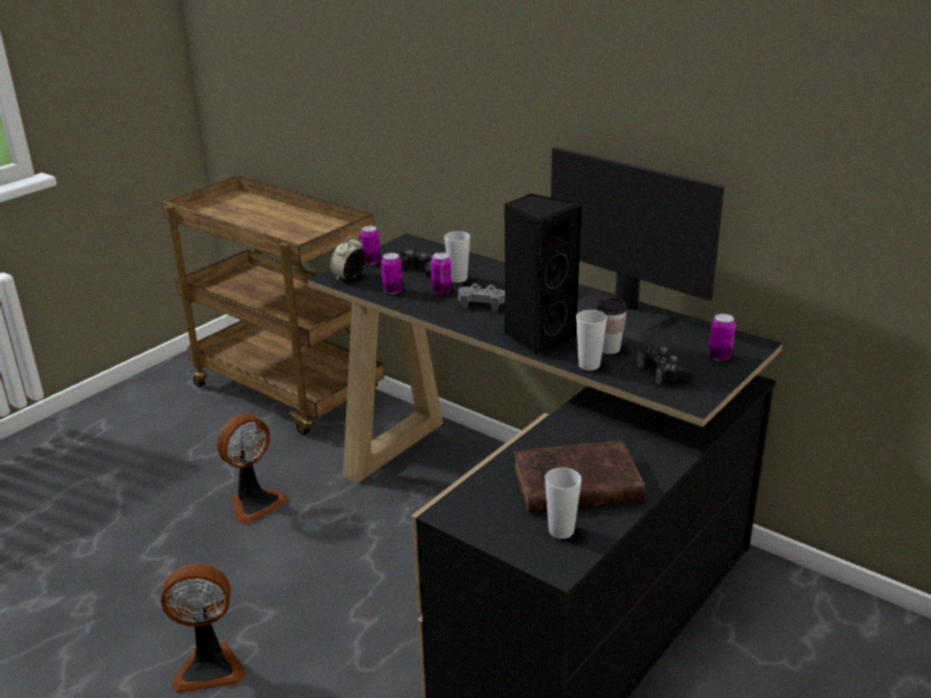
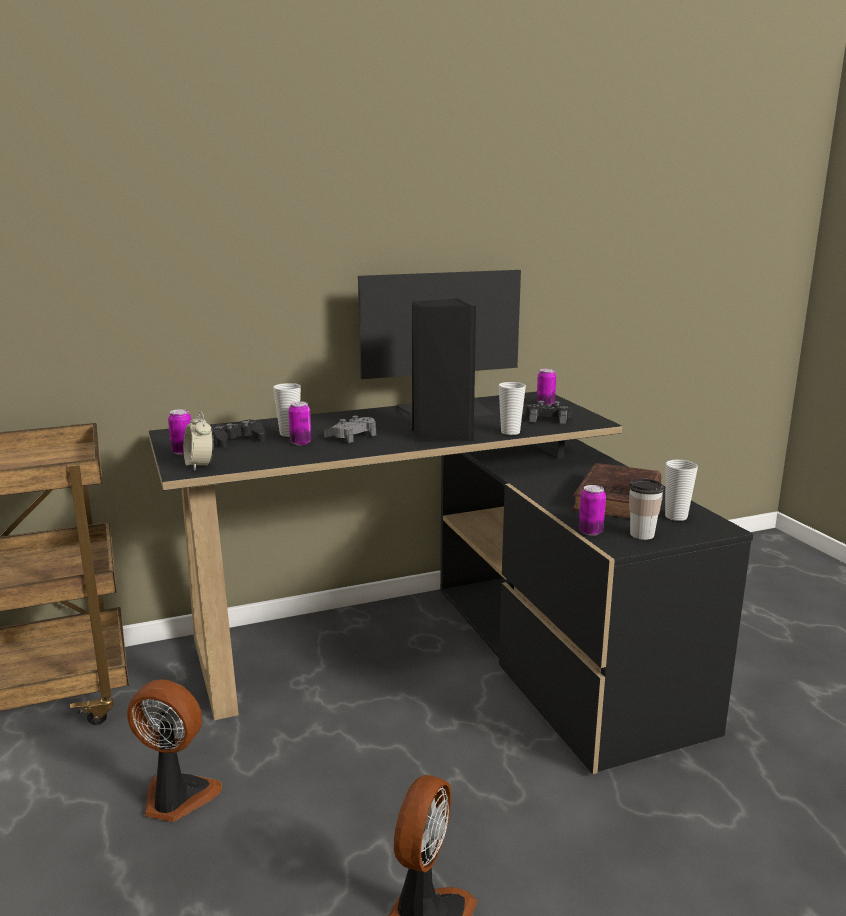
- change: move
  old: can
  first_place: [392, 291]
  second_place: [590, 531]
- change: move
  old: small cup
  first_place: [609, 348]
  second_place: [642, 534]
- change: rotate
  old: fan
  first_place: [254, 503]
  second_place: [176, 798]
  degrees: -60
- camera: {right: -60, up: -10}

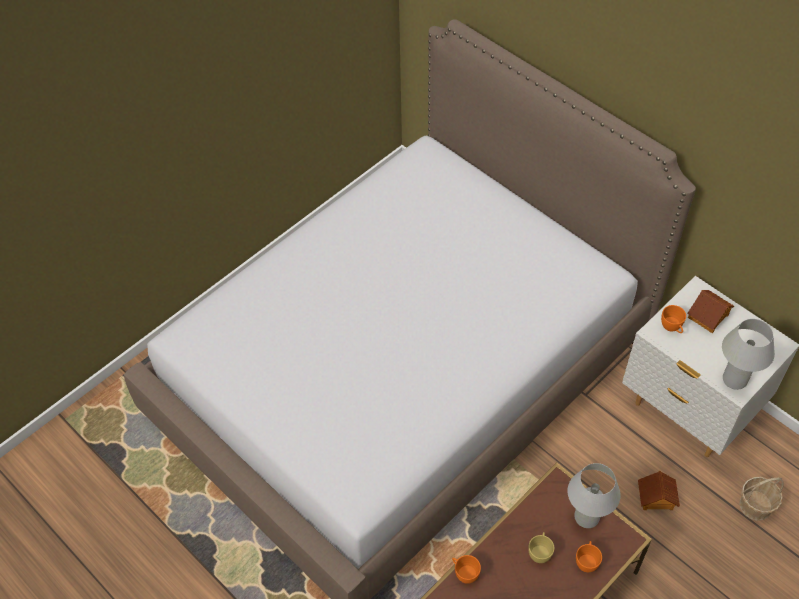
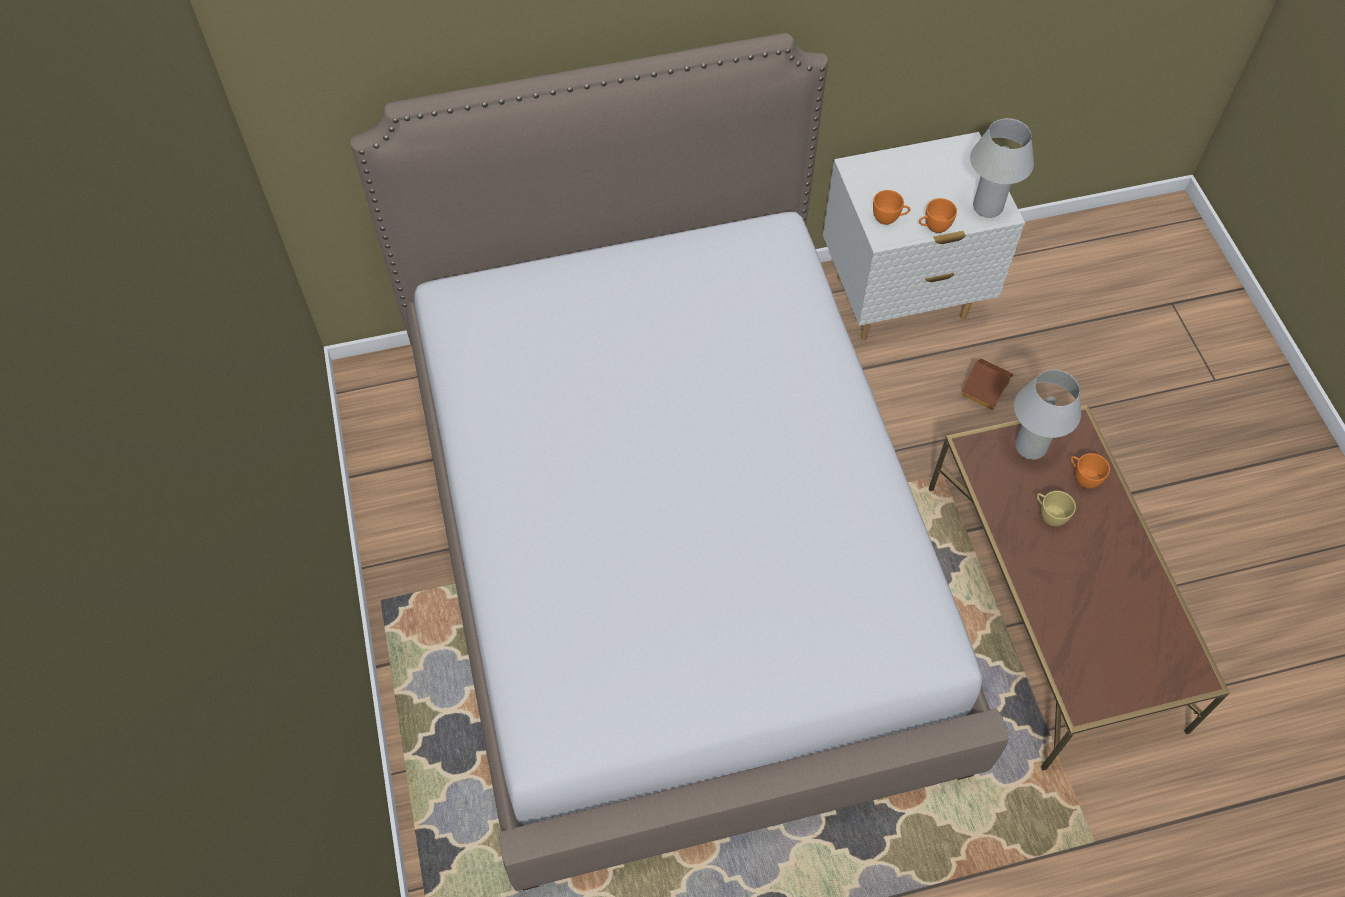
- change: delete
  old: miniature house
  first_place: [708, 316]
- change: delete
  old: household basket
  first_place: [756, 506]
- change: move
  old: orange small cup
  first_place: [464, 573]
  second_place: [933, 227]
- camera: {right: -60, up: 5}

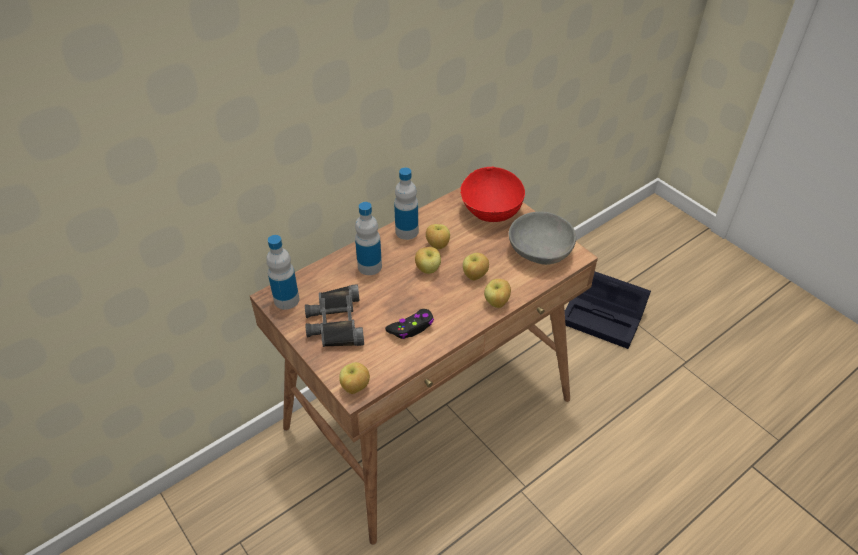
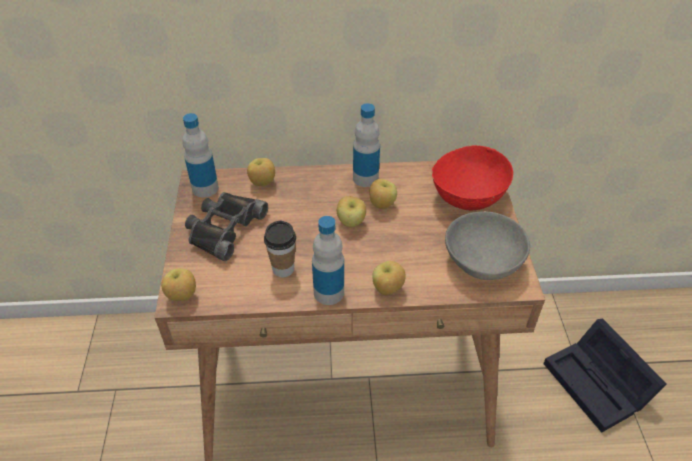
- change: move
  old: bottle
  first_place: [369, 266]
  second_place: [329, 292]
- change: move
  old: whole apple
  first_place: [475, 276]
  second_place: [262, 183]
- change: replace
  old: black-coloured joypad
  new: small cup
  first_place: [411, 328]
  second_place: [283, 269]
- camera: {right: 35, up: 0}

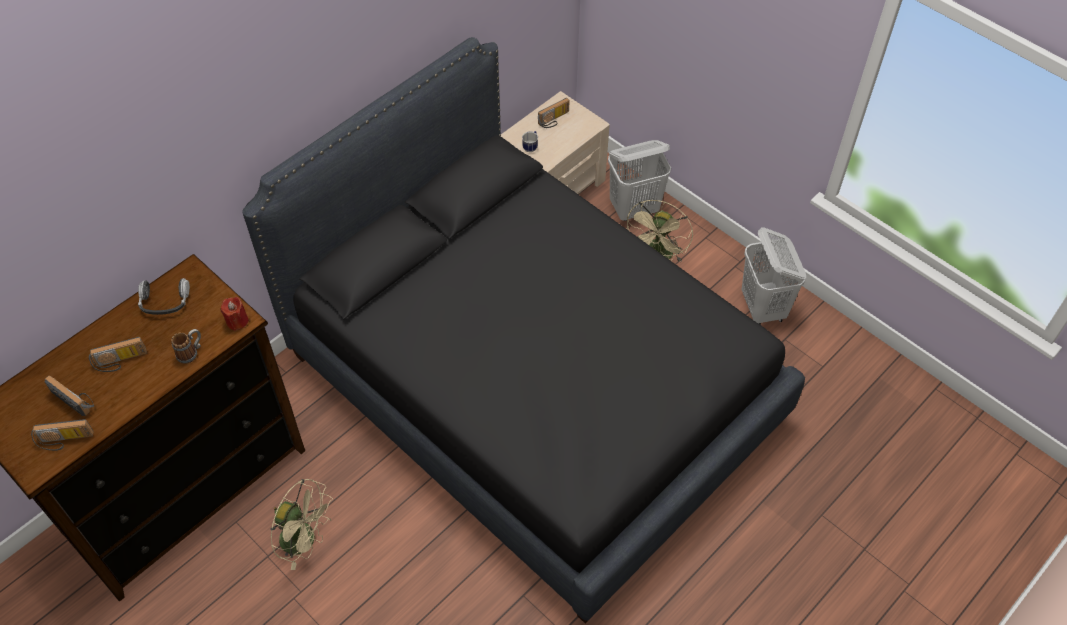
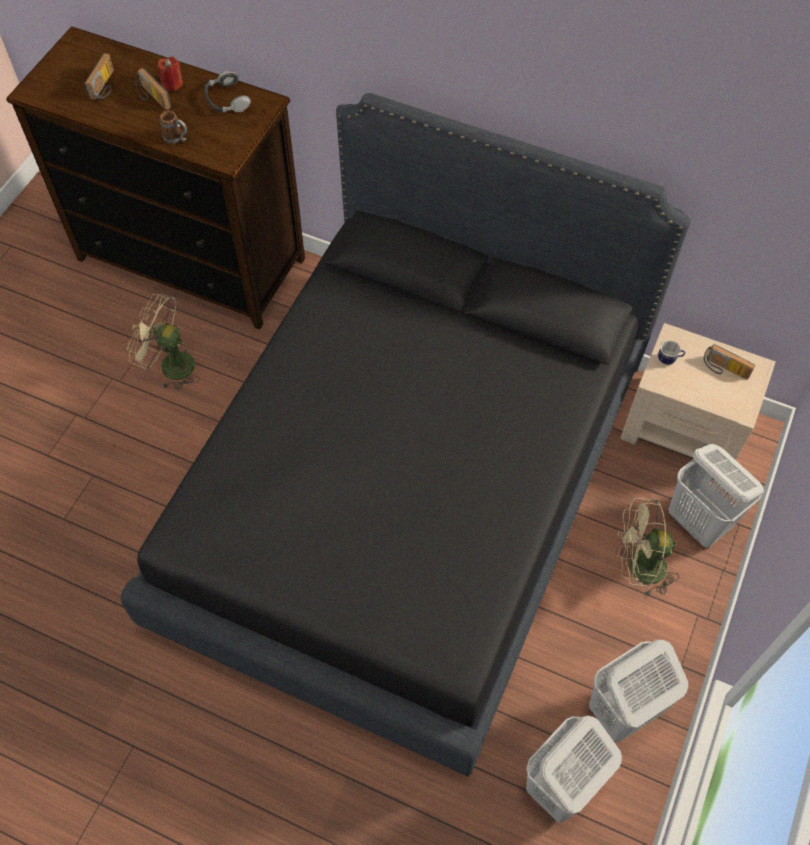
- change: delete
  old: radio set
  first_place: [64, 441]
- change: insert
  new: white-coloured washing basket
  second_place: [560, 787]
- change: move
  old: reddish candle
  first_place: [237, 321]
  second_place: [172, 83]
- change: rotate
  old: beige-coloured fan
  first_place: [305, 540]
  second_place: [169, 365]
  degrees: 105
- camera: {right: 70, up: 5}

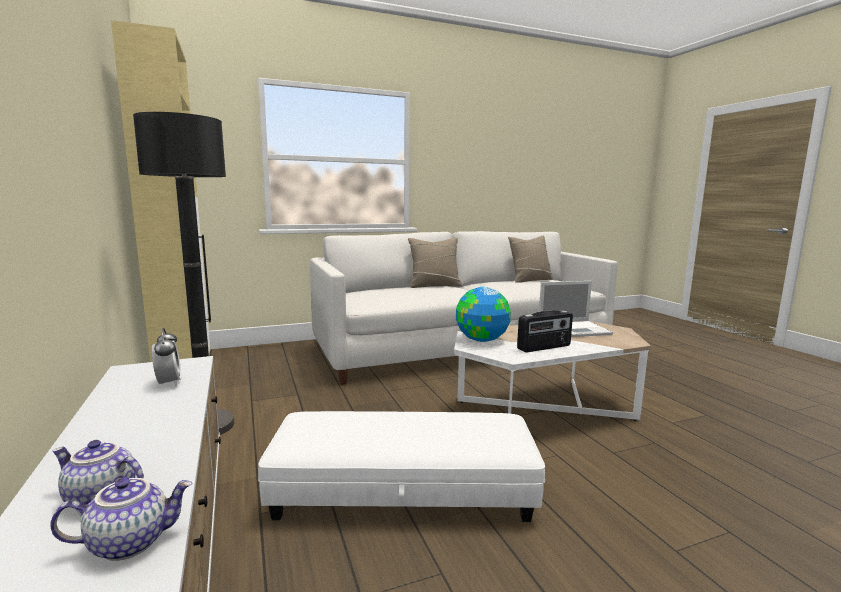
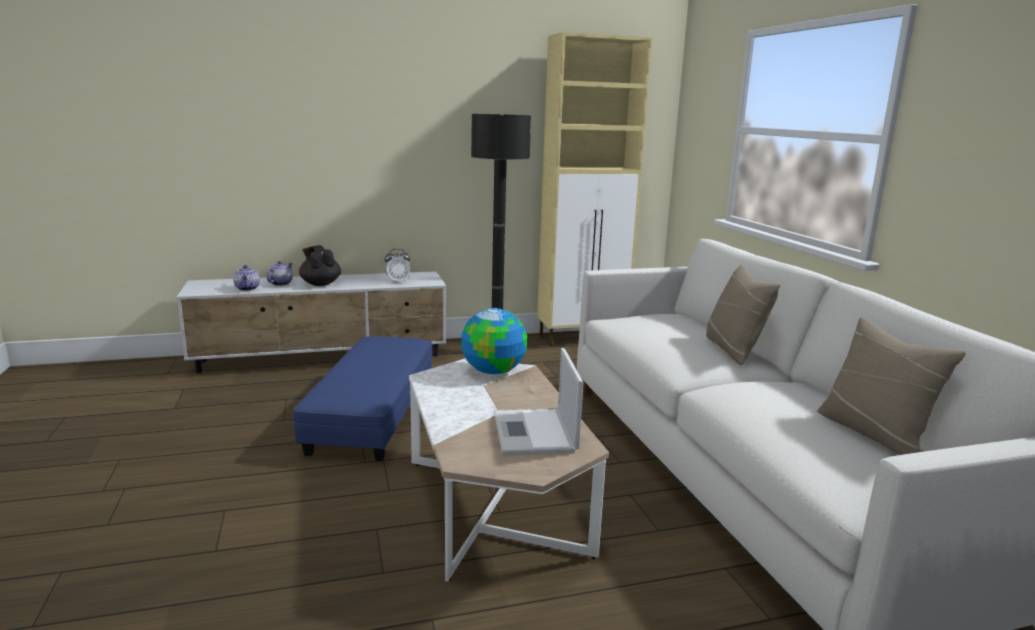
- change: delete
  old: radio set
  first_place: [544, 347]
- change: insert
  new: black-coloured tea pot
  second_place: [320, 284]
- change: recolor
  old: white-coloured ottoman
  new: bluish ottoman
  first_place: [403, 491]
  second_place: [373, 413]
- camera: {right: 95, up: 5}

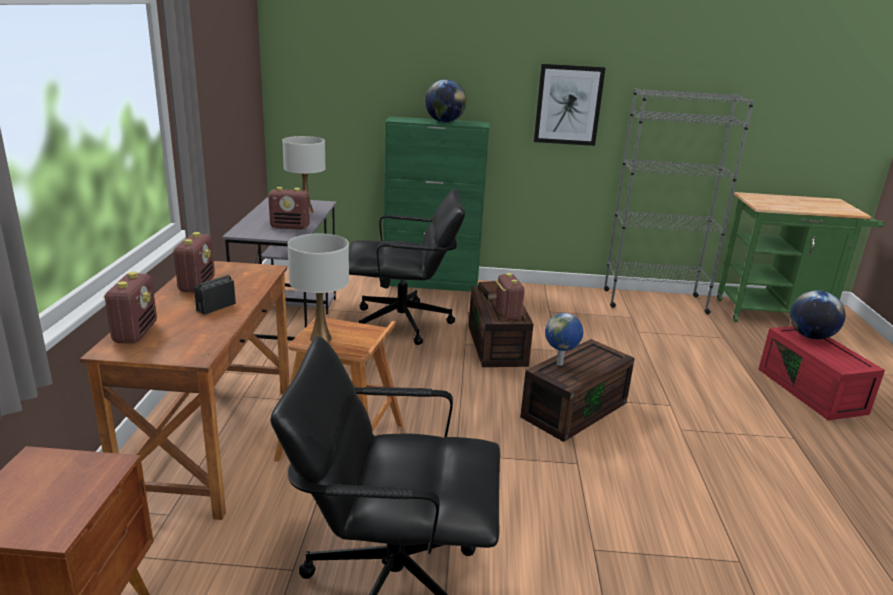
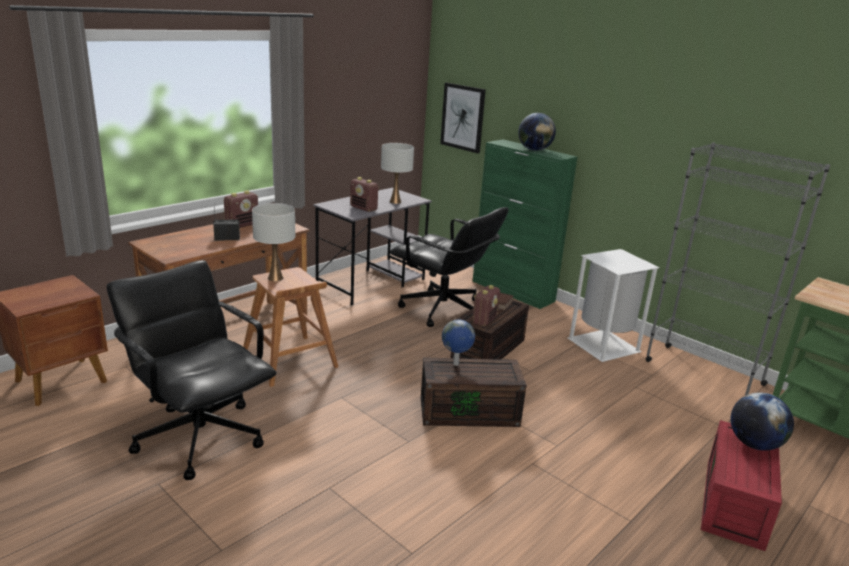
- change: delete
  old: radio set
  first_place: [135, 333]
- change: insert
  new: white-coloured rubbish bin
  second_place: [605, 345]
- change: move
  old: wall art
  first_place: [568, 105]
  second_place: [463, 117]
- camera: {right: 40, up: 0}

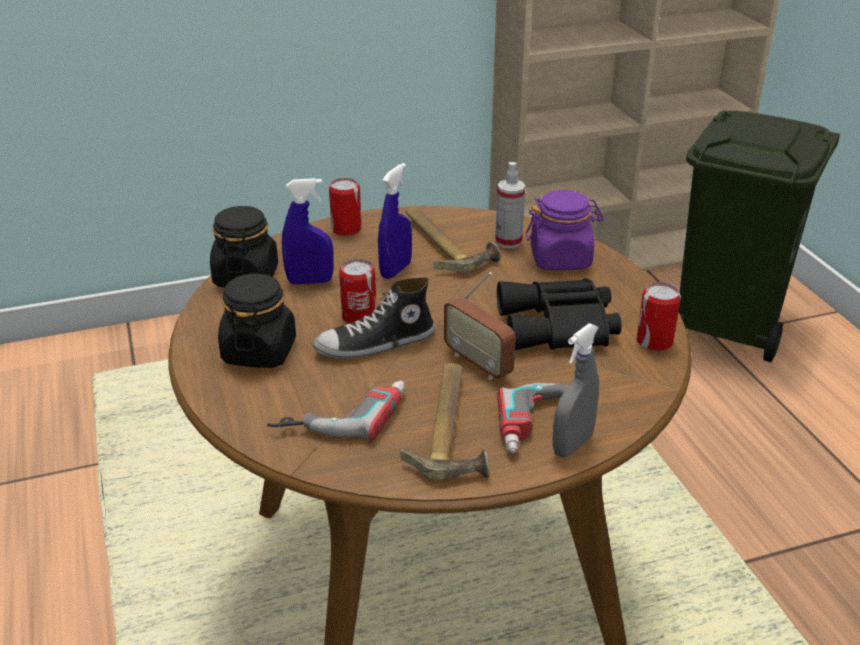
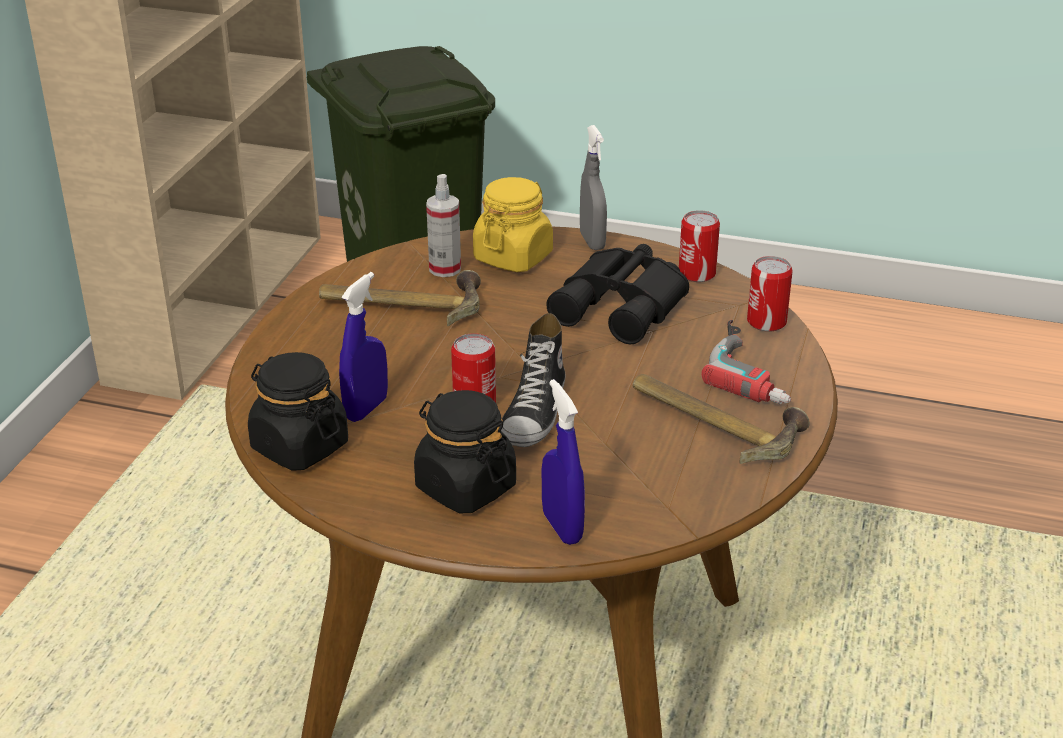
- change: delete
  old: drill
  first_place: [341, 412]
- change: delete
  old: radio set
  first_place: [478, 363]
- change: move
  old: can
  first_place: [346, 229]
  second_place: [766, 322]
- change: move
  old: bluish spray bottle
  first_place: [395, 270]
  second_place: [562, 527]
- change: move
  old: grey spray bottle
  first_place: [572, 445]
  second_place: [592, 241]
- change: recolor
  old: purple-coloured preserve jar
  new: yellowish preserve jar
  first_place: [561, 259]
  second_place: [513, 257]
- camera: {right: -55, up: 0}

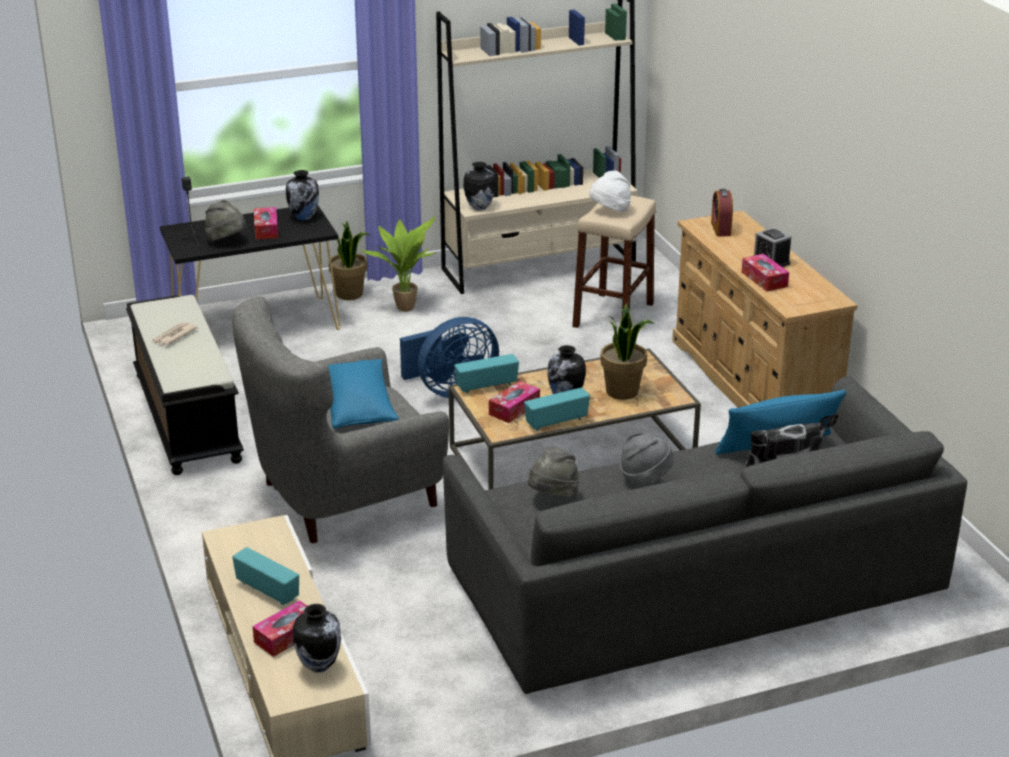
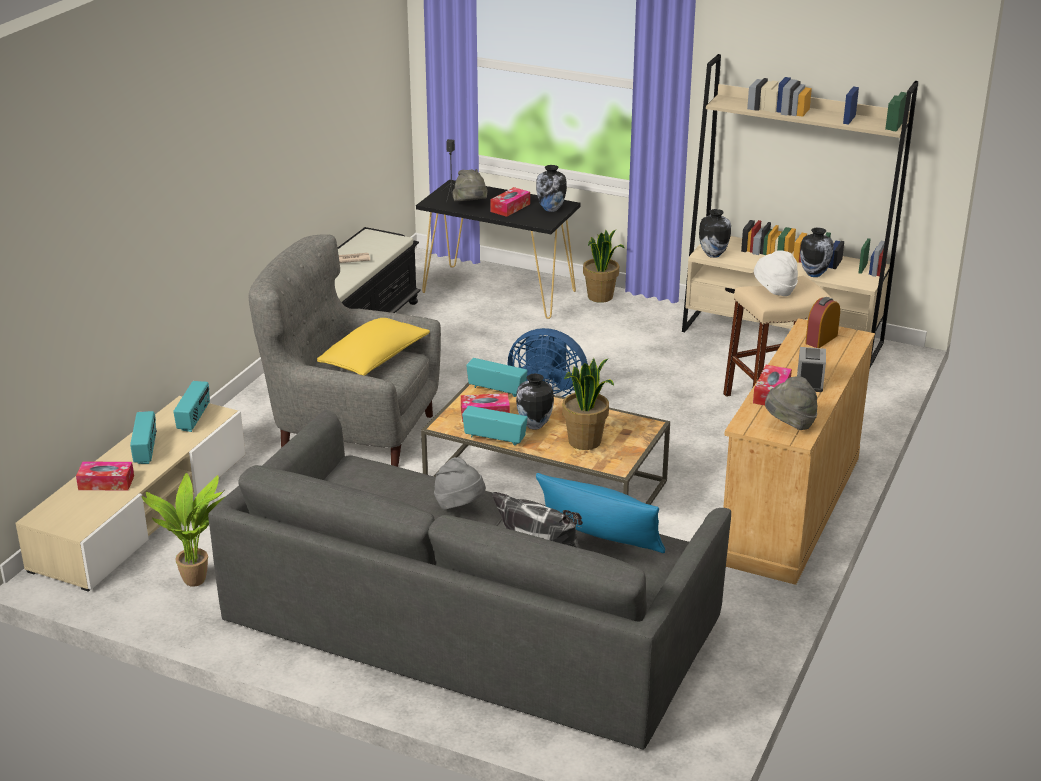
- change: insert
  new: radio set
  second_place: [194, 419]
- change: move
  old: flower vase
  first_place: [319, 665]
  second_place: [814, 274]
- change: move
  old: houseplant
  first_place: [405, 307]
  second_place: [197, 579]
- change: move
  old: grey wearable hat
  first_place: [553, 496]
  second_place: [790, 424]
- change: recolor
  old: bluish pillow
  new: yellowish pillow
  first_place: [358, 408]
  second_place: [375, 360]
- camera: {right: 45, up: 0}

